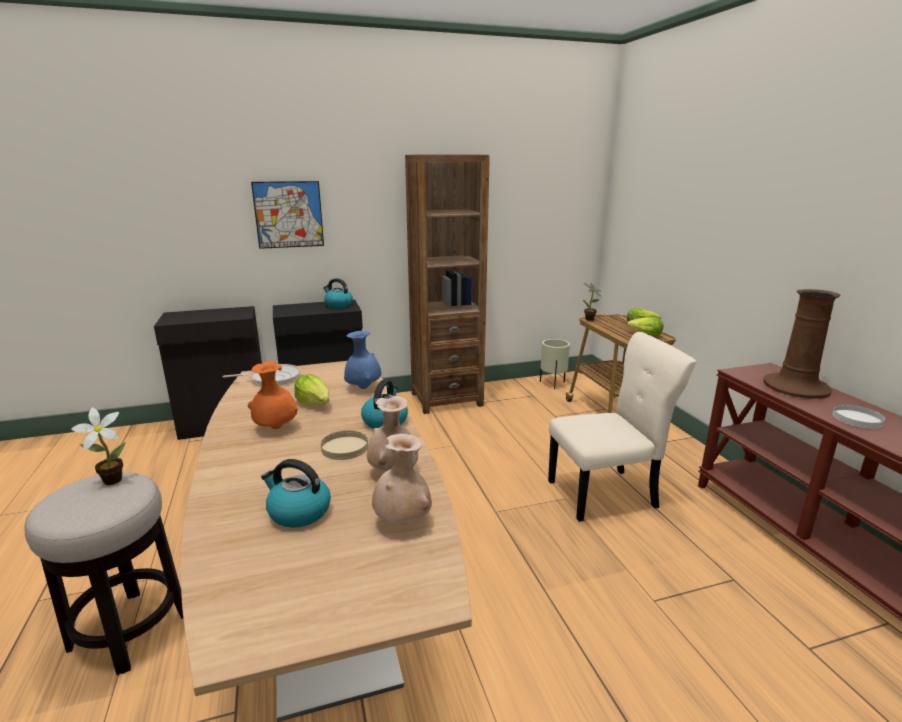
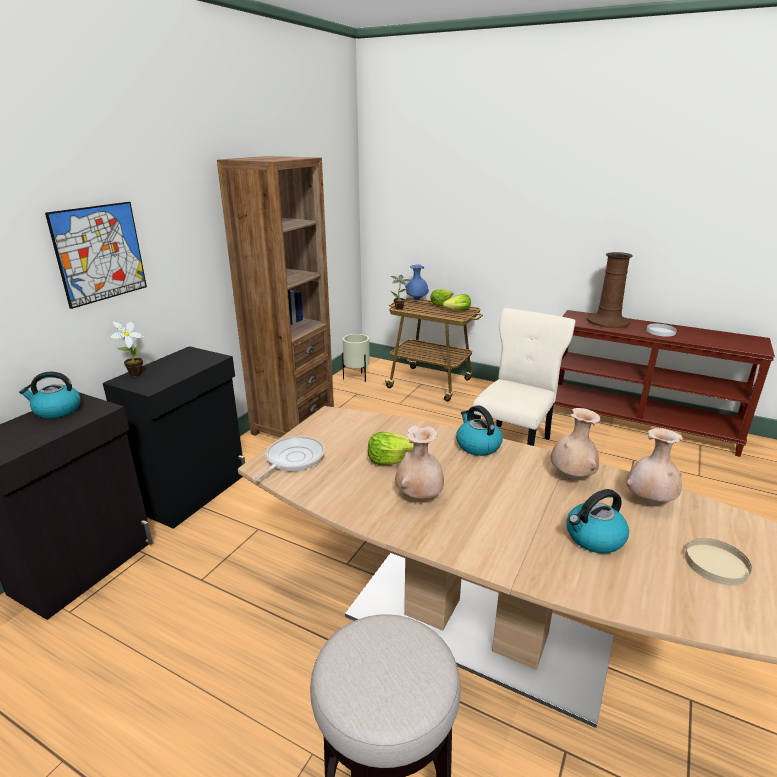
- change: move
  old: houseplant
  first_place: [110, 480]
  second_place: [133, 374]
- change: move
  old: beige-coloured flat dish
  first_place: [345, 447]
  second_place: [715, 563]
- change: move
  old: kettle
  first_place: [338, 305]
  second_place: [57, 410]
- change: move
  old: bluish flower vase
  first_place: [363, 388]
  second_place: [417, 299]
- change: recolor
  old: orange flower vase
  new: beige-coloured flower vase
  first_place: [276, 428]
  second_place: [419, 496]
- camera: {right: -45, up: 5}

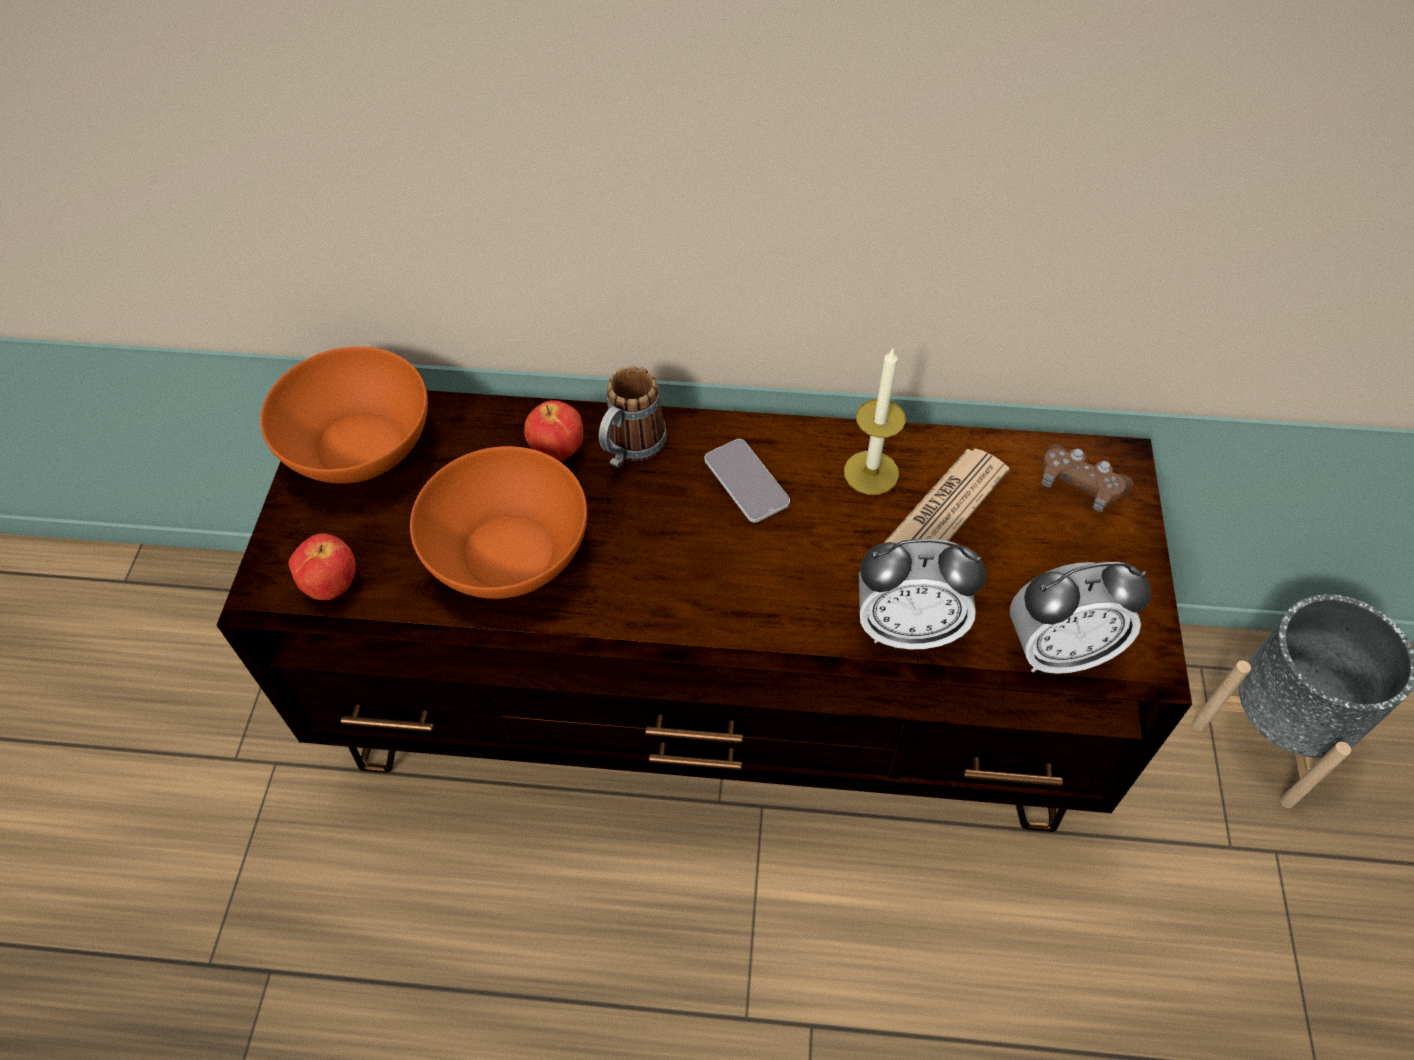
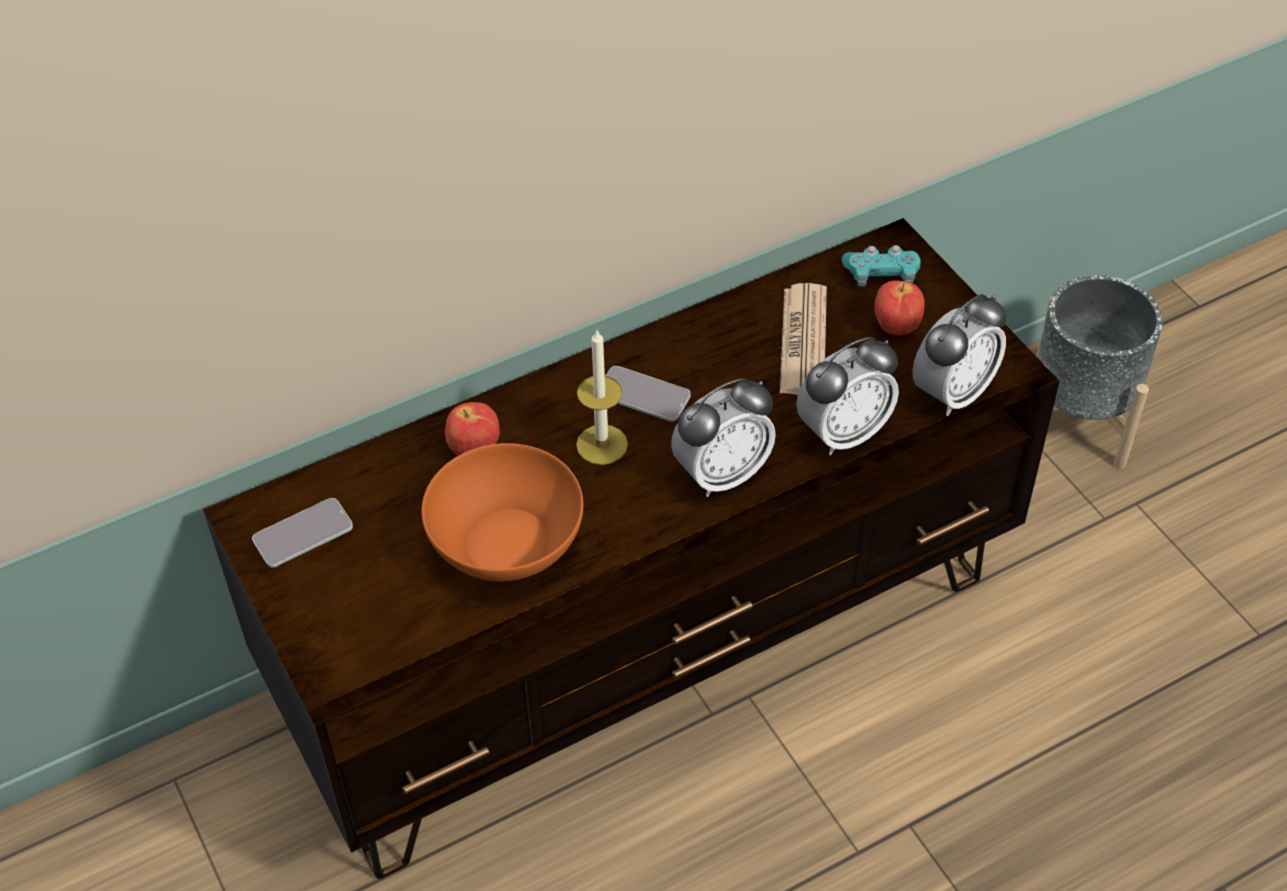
- change: delete
  old: tea mug
  first_place: [630, 450]
- change: insert
  new: alarm clock
  second_place: [722, 474]
- change: move
  old: whole apple
  first_place: [333, 585]
  second_place: [895, 327]
- change: move
  old: candle
  first_place: [871, 472]
  second_place: [602, 444]
- change: replace
  old: orange bowl
  new: handset
  first_place: [361, 447]
  second_place: [303, 534]
- change: recolor
  old: brown joypad
  new: turquoise joypad
  first_place: [1079, 485]
  second_place: [881, 275]
- camera: {right: -35, up: -5}

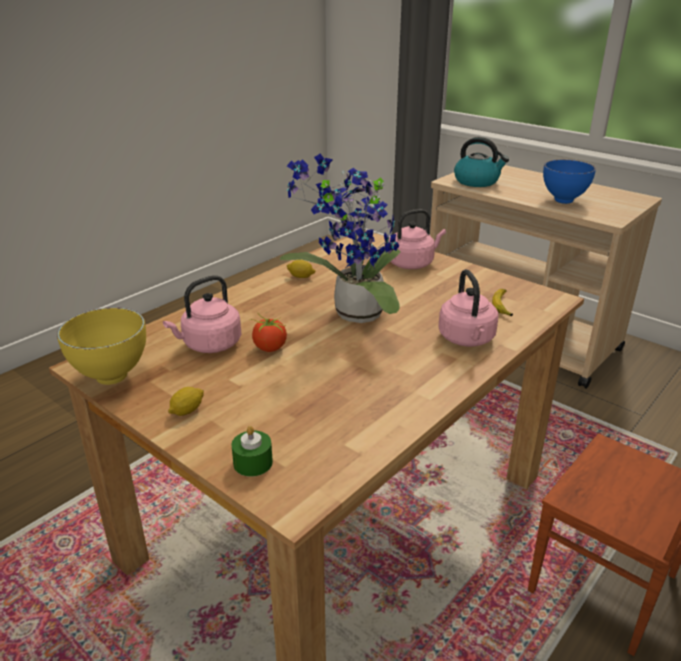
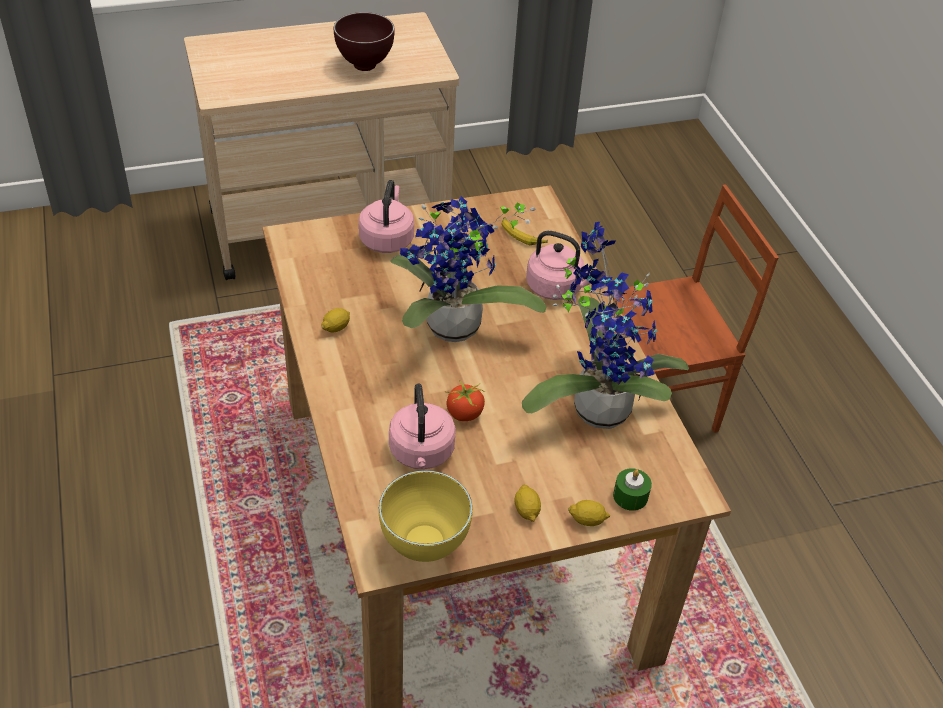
- change: delete
  old: kettle
  first_place: [477, 181]
- change: insert
  new: houseplant
  second_place: [596, 405]
- change: insert
  new: lemon
  second_place: [587, 520]
- change: recolor
  old: bluish bowl
  new: brown bowl
  first_place: [563, 200]
  second_place: [363, 65]
- camera: {right: -60, up: 15}

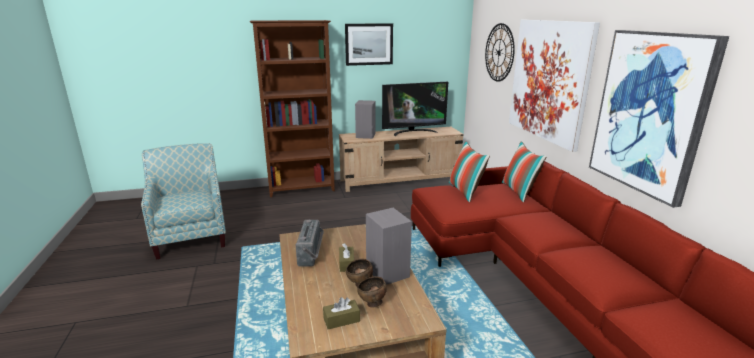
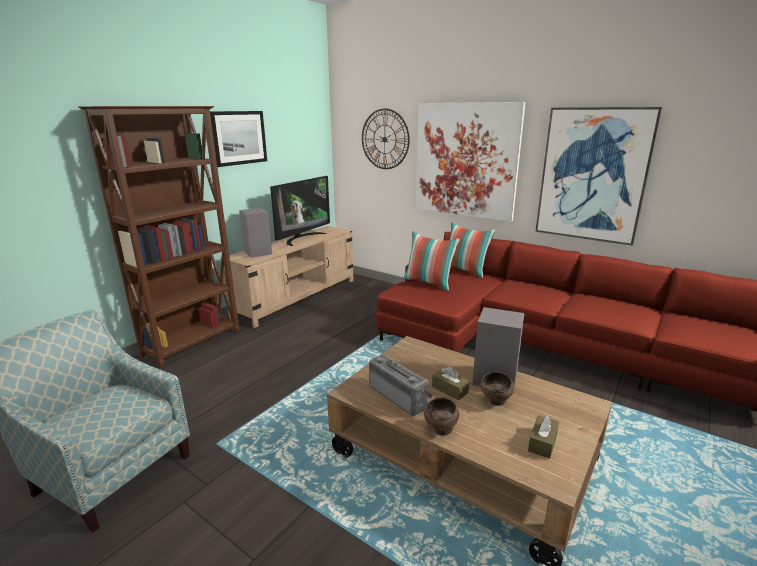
- change: move
  old: brown bowl
  first_place: [372, 304]
  second_place: [441, 431]
- camera: {right: -40, up: 0}

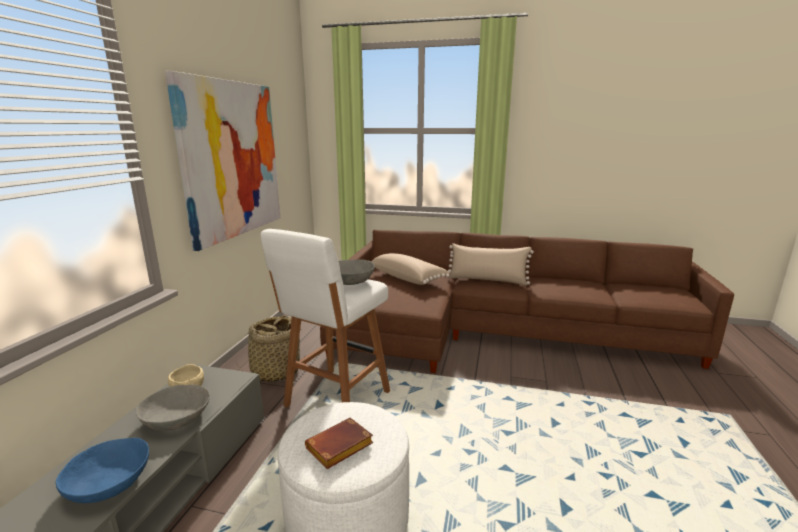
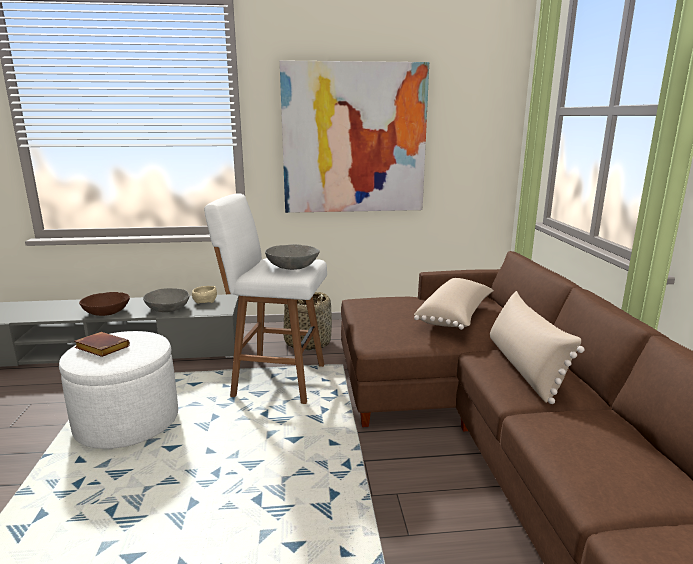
- change: recolor
  old: bluish bowl
  new: brown bowl
  first_place: [109, 484]
  second_place: [106, 312]
- camera: {right: 70, up: 0}

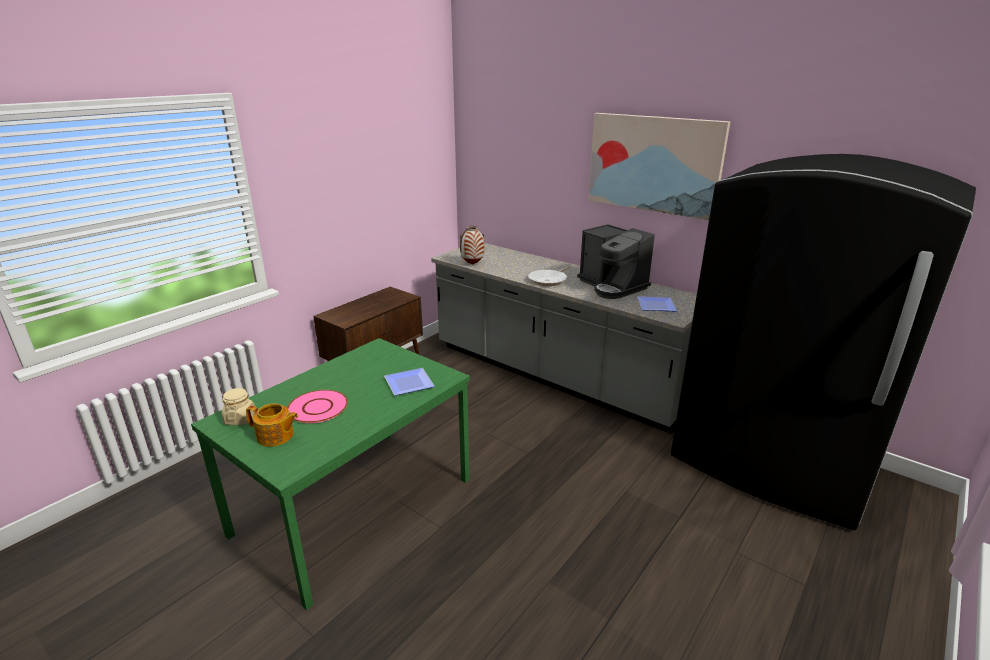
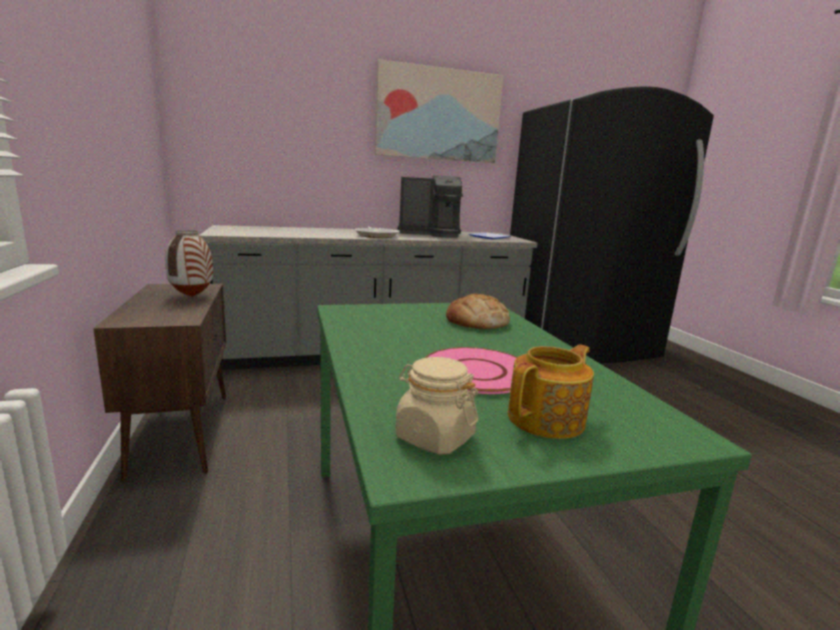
- change: move
  old: flower vase
  first_place: [472, 264]
  second_place: [192, 296]
- change: replace
  old: flat dish
  new: bread
  first_place: [407, 383]
  second_place: [476, 321]
- camera: {right: -55, up: -10}

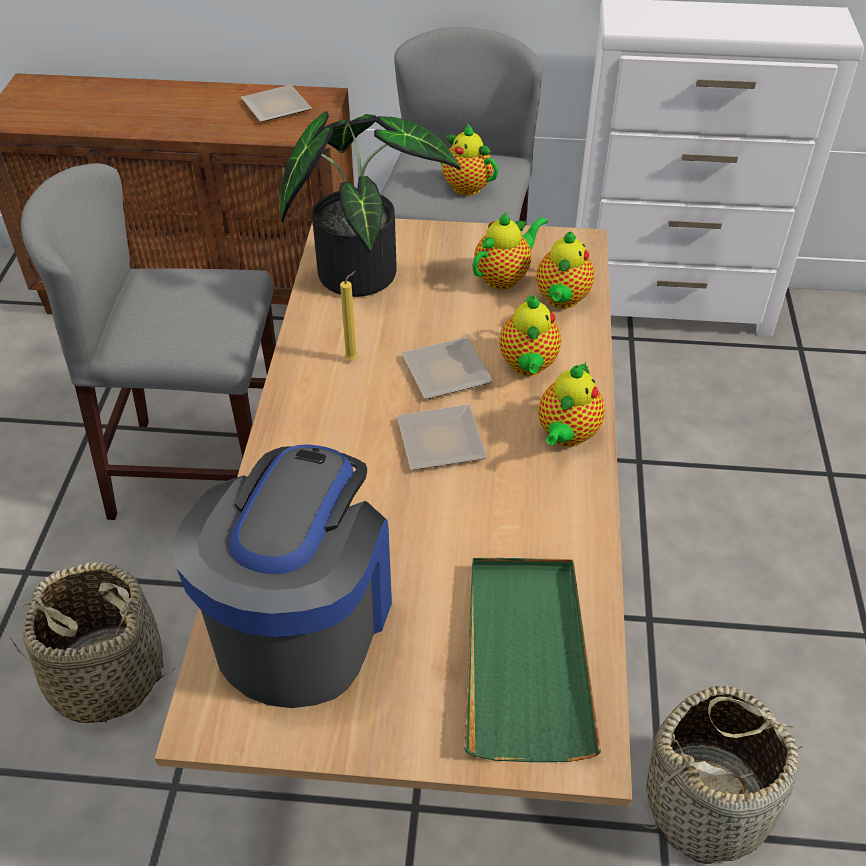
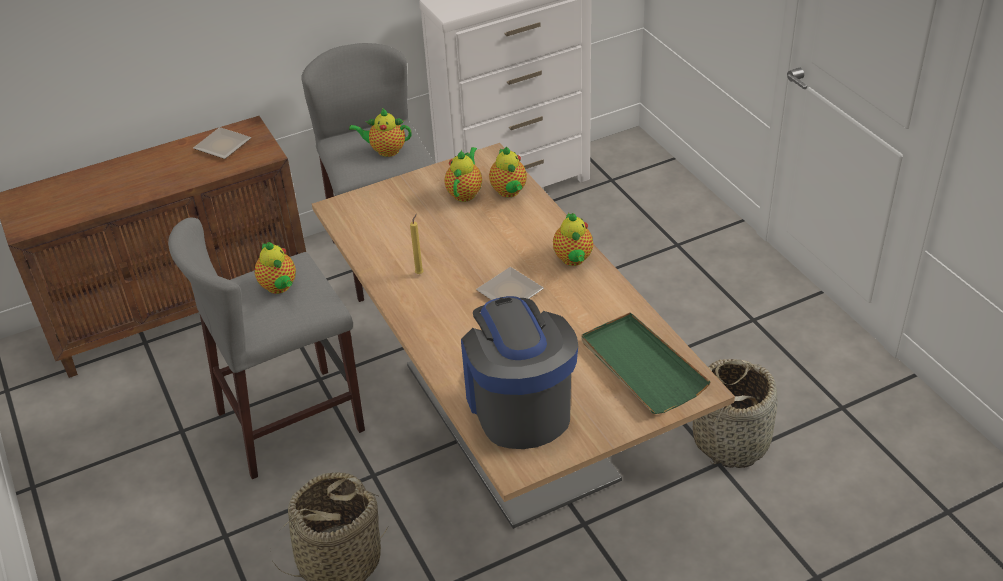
- change: delete
  old: houseplant
  first_place: [362, 268]
- change: delete
  old: flat dish
  first_place: [450, 373]
- change: move
  old: tea pot
  first_place: [528, 366]
  second_place: [279, 287]
- camera: {right: -30, up: -5}

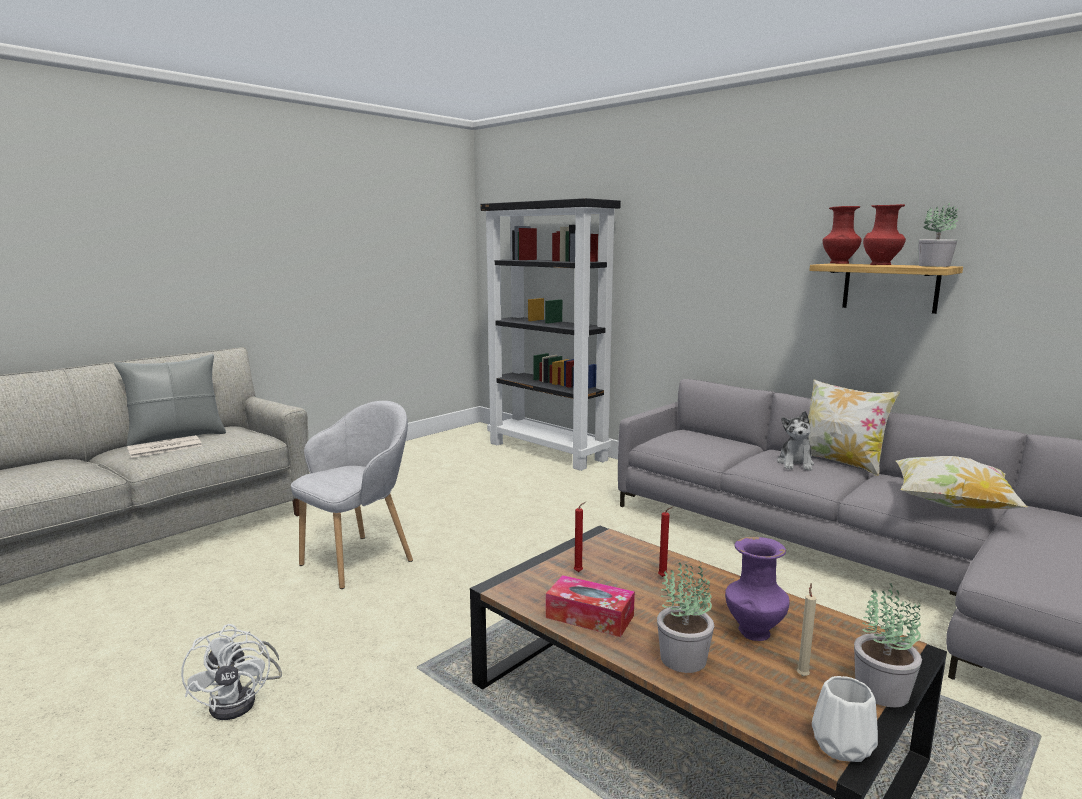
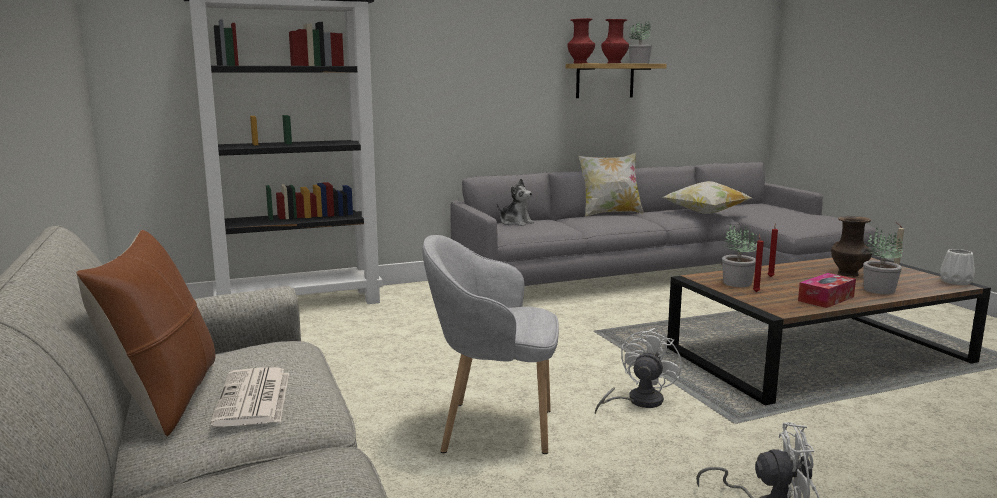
- change: insert
  new: white-coloured fan
  second_place: [638, 401]
- change: move
  old: plush toy
  first_place: [795, 463]
  second_place: [515, 223]
- change: move
  old: houseplant
  first_place: [880, 690]
  second_place: [736, 283]
- change: recolor
  old: grey pillow
  new: brown pillow
  first_place: [177, 437]
  second_place: [164, 399]
- change: recolor
  old: purple-coloured flower vase
  new: brown flower vase
  first_place: [754, 633]
  second_place: [849, 274]
- change: rotate
  old: grey lounge chair
  first_place: [359, 560]
  second_place: [492, 428]
  degrees: -60
- camera: {right: -65, up: 0}

